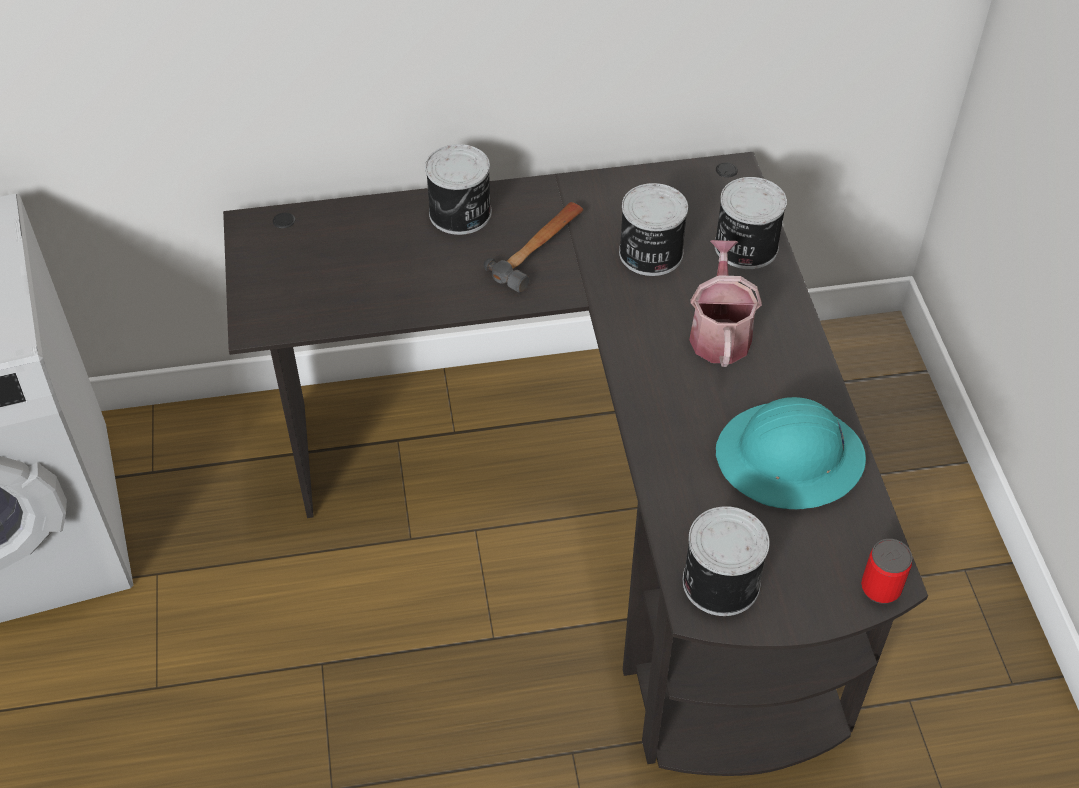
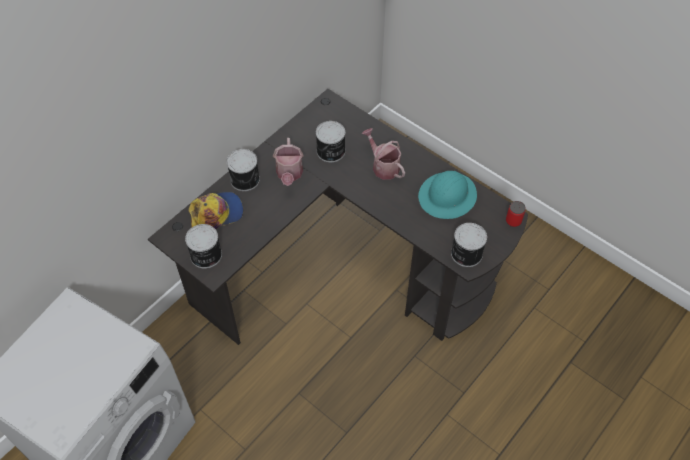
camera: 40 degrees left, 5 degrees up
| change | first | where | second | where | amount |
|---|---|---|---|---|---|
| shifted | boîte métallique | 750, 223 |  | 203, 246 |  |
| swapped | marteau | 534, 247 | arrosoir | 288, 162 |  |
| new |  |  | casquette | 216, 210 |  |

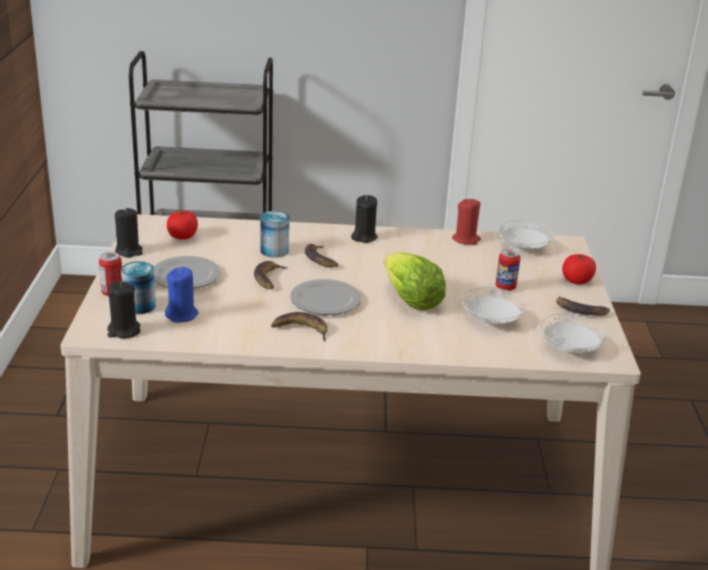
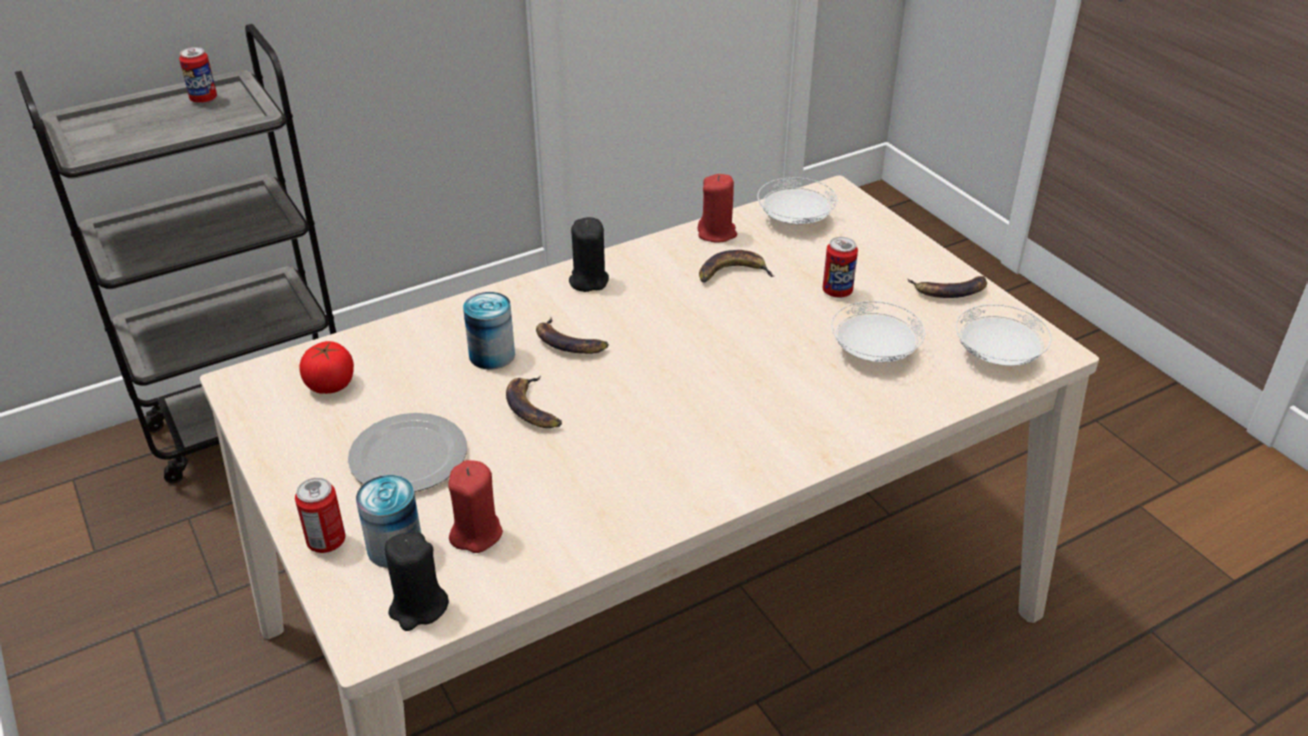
camera: 30 degrees left, 10 degrees up
| change | first | where | second | where | amount |
|---|---|---|---|---|---|
| gone | bougie/noir | 129, 233 |  |  |  |
| gone | laitue | 415, 281 |  |  |  |
| gone | tomate | 579, 269 |  |  |  |
| repainted | bougie/bleu | 182, 295 | bougie/rouge | 475, 506 |  |
| gone | assiette | 325, 297 |  |  |  |
| shifted | banane | 299, 326 |  | 736, 266 |  |
| new |  |  | boîte métallique | 198, 75 |  |

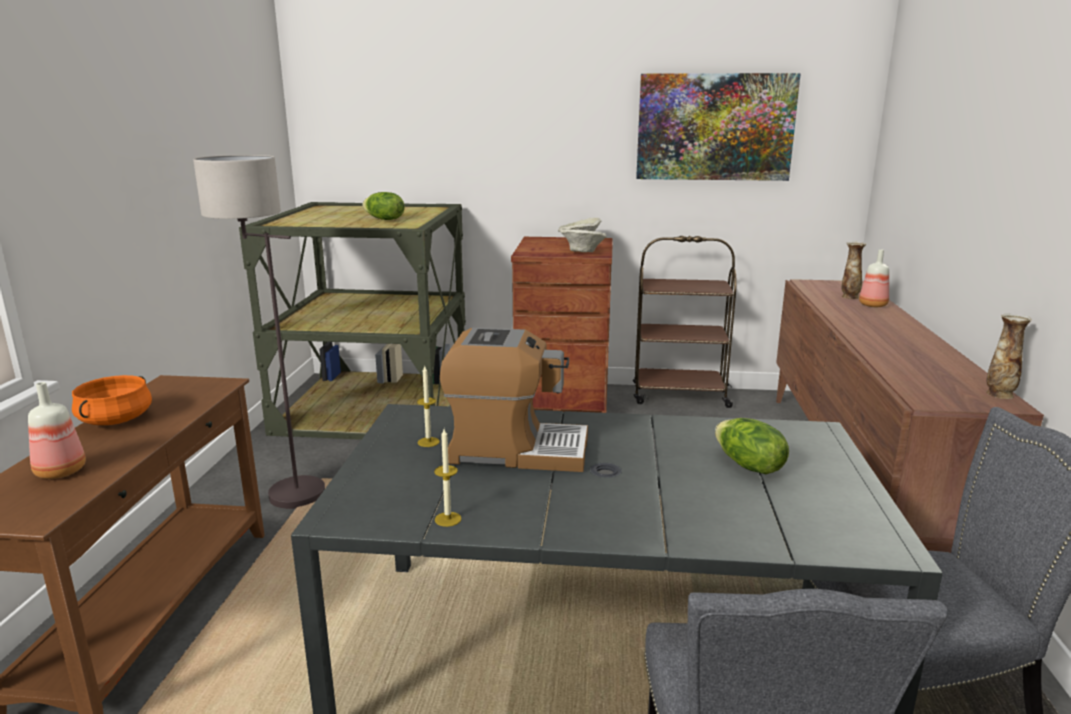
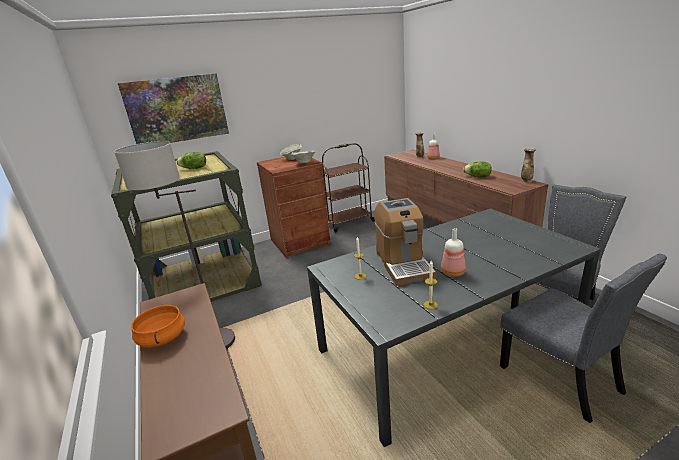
camera: 30 degrees left, 5 degrees up
| change | first | where | second | where | amount |
|---|---|---|---|---|---|
| shifted | tableau | 718, 127 |  | 173, 108 |  |
| rotated | machine à café | 514, 400 |  | 405, 242 | 105 degrees clockwise |
| shifted | bouteille | 57, 430 |  | 453, 252 |  |
| shifted | laitue | 752, 446 |  | 477, 169 |  |

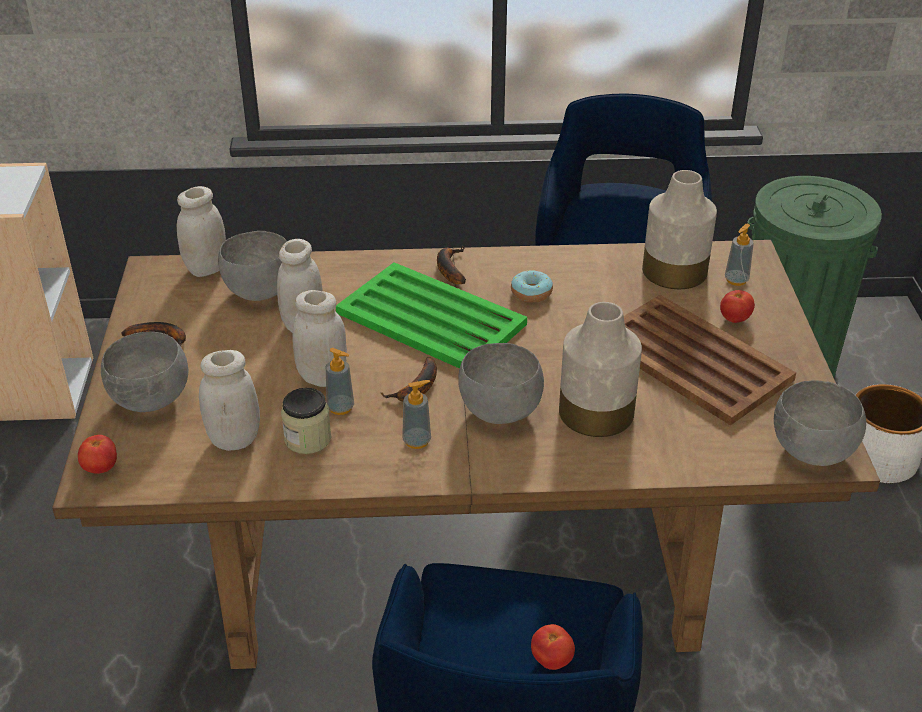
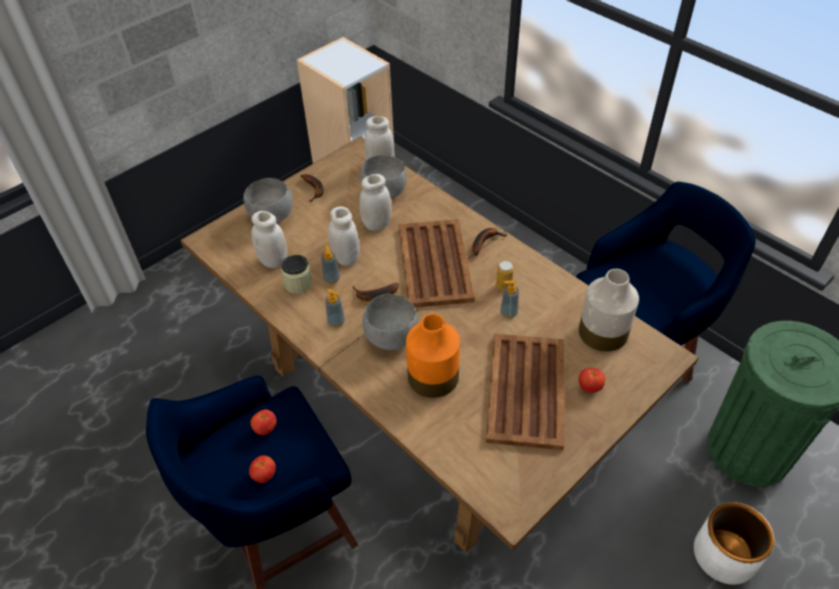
camera: 50 degrees right, 10 degrees up
| change | first | where | second | where | amount |
|---|---|---|---|---|---|
| shifted | distributeur de savon | 739, 255 |  | 509, 299 |  |
| repainted | plateau/vert | 431, 315 | plateau/marron | 437, 263 |  |
| swapped | beignet | 532, 286 | boîte métallique | 505, 276 |  |
| repainted | vase/beige | 600, 369 | vase/orange | 433, 356 |  |
| gone | bol/gris | 820, 423 |  |  |  |
| shifted | tomate | 97, 454 |  | 263, 422 |  |

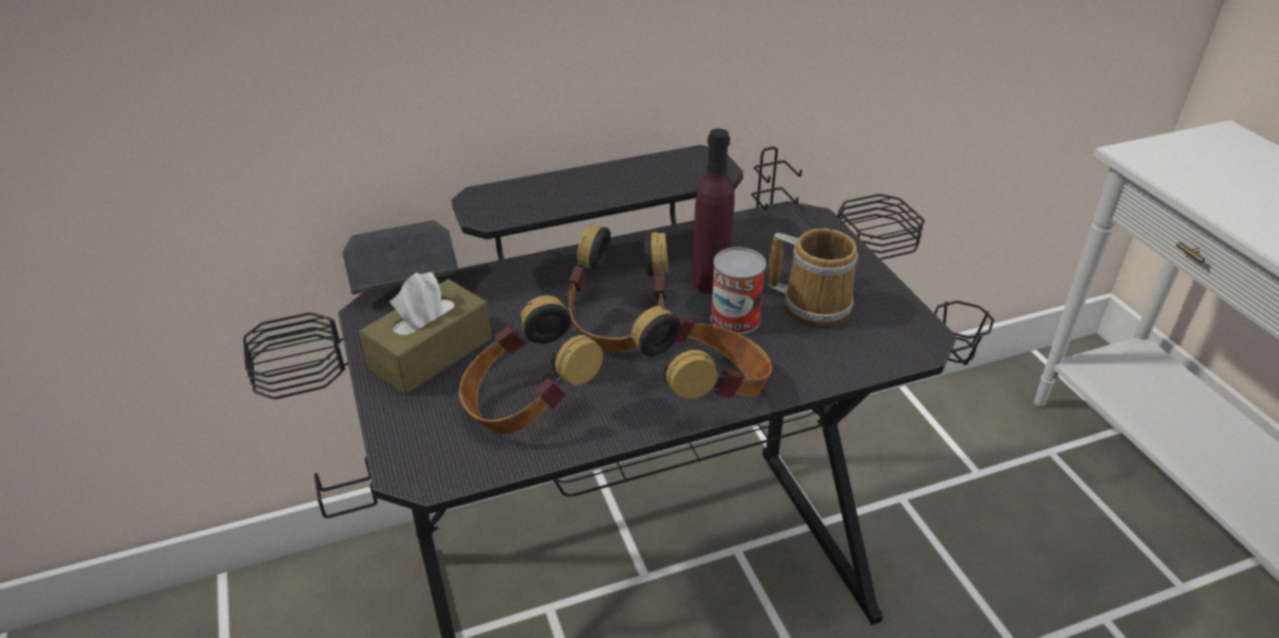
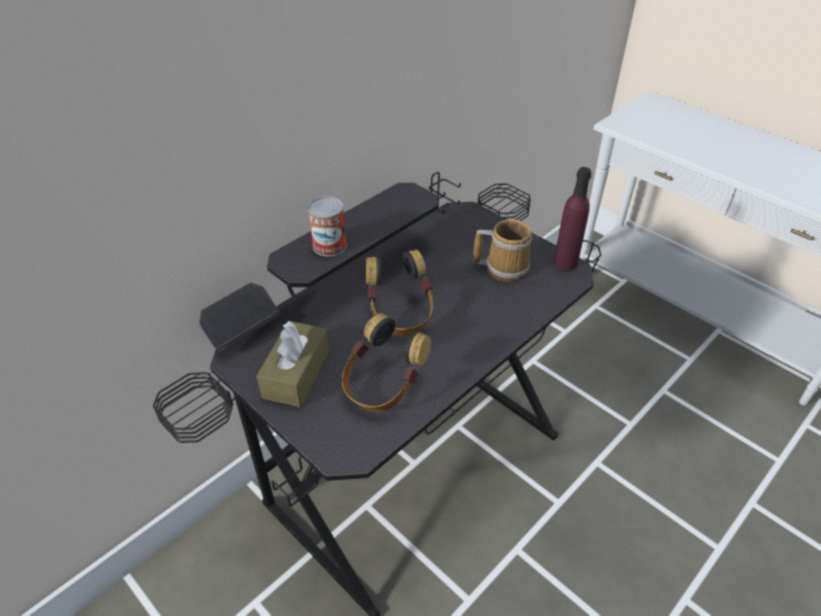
camera: 25 degrees left, 5 degrees up
| change | first | where | second | where | amount |
|---|---|---|---|---|---|
| shifted | bouteille/violet | 713, 211 |  | 573, 218 |  |
| shifted | boîte métallique | 738, 290 |  | 327, 226 |  |
| gone | casque audio | 701, 353 |  |  |  |

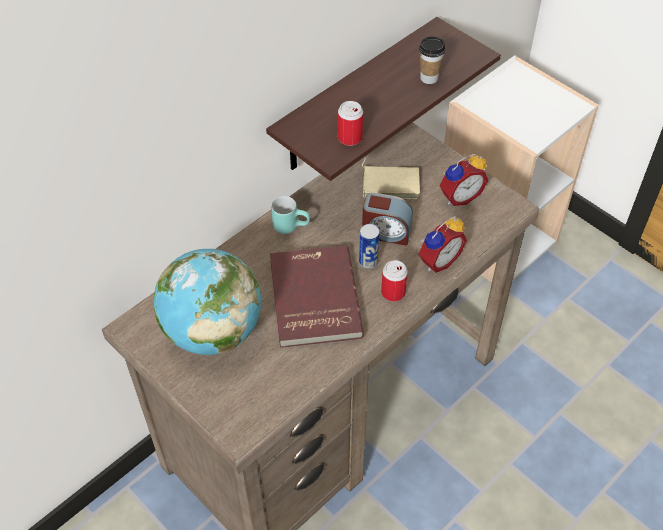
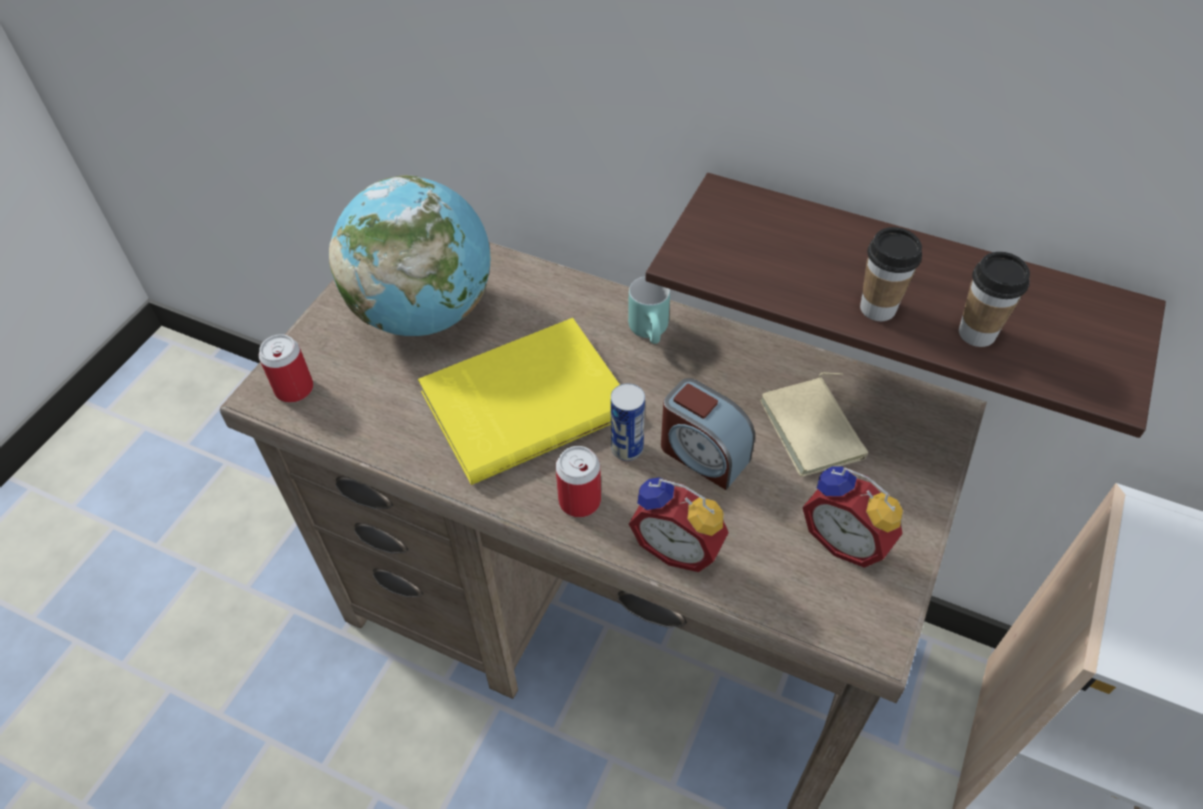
camera: 70 degrees right, 0 degrees up
| change | first | where | second | where | amount |
|---|---|---|---|---|---|
| shifted | boîte métallique | 350, 123 |  | 286, 368 |  |
| rotated | réveil | 387, 219 |  | 708, 434 | 45 degrees counterclockwise |
| repainted | livre/rouge | 317, 297 | livre/jaune | 519, 401 |  |
| new |  |  | tasse | 891, 274 |  |

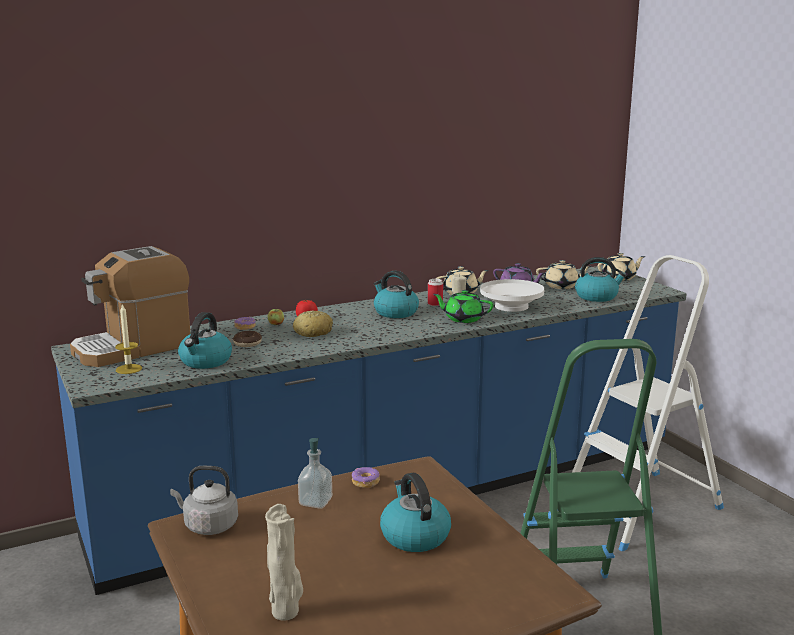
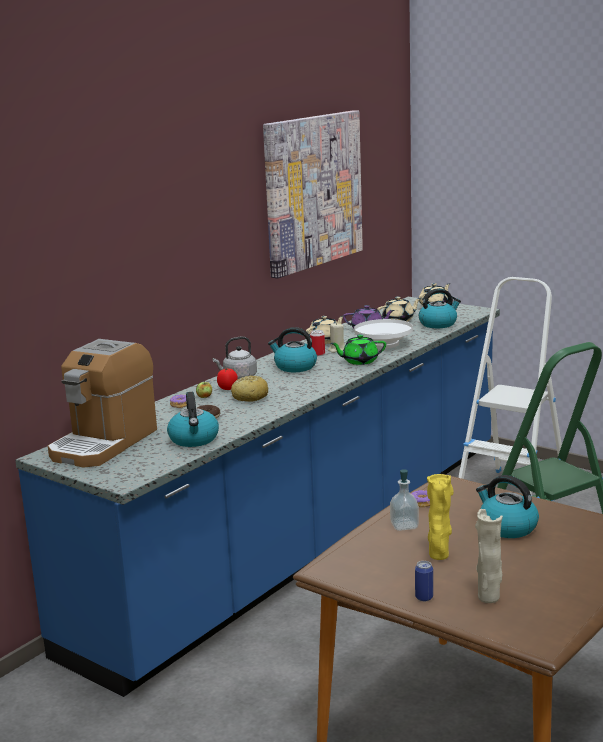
camera: 25 degrees left, 0 degrees up
| change | first | where | second | where | amount |
|---|---|---|---|---|---|
| gone | bougie | 128, 338 |  |  |  |
| shifted | bouilloire/gris | 204, 500 |  | 234, 358 |  |
| new |  |  | tableau | 313, 194 |  |
| new |  |  | vase/jaune | 440, 517 |  |
| new |  |  | boîte métallique | 424, 581 |  |

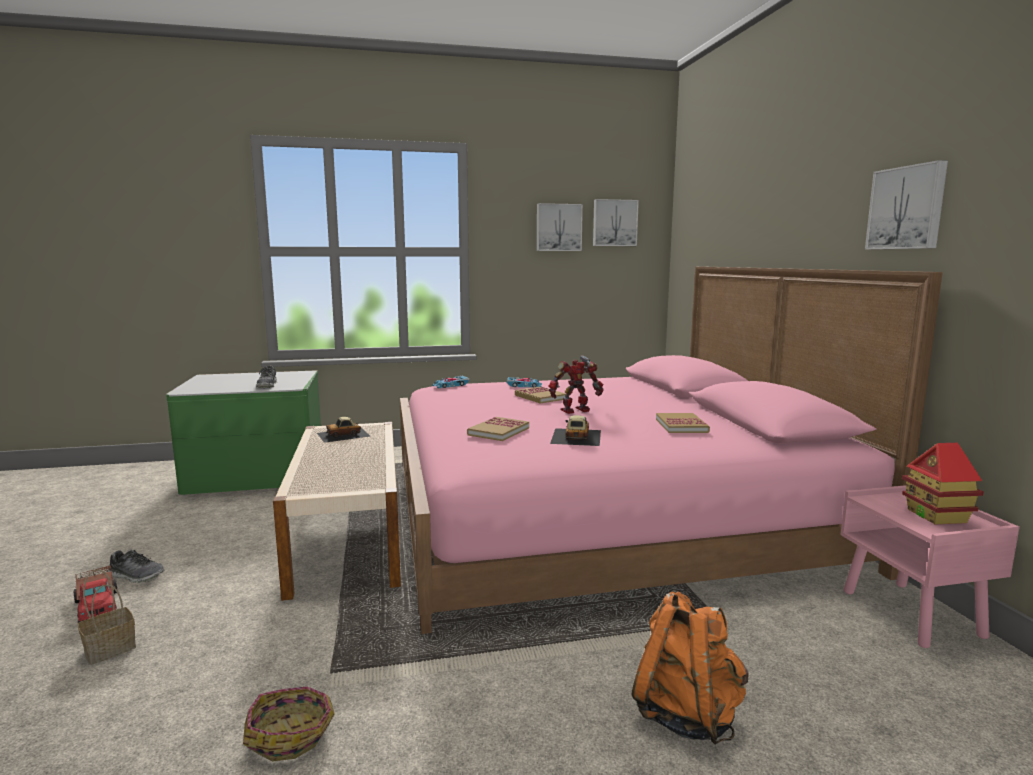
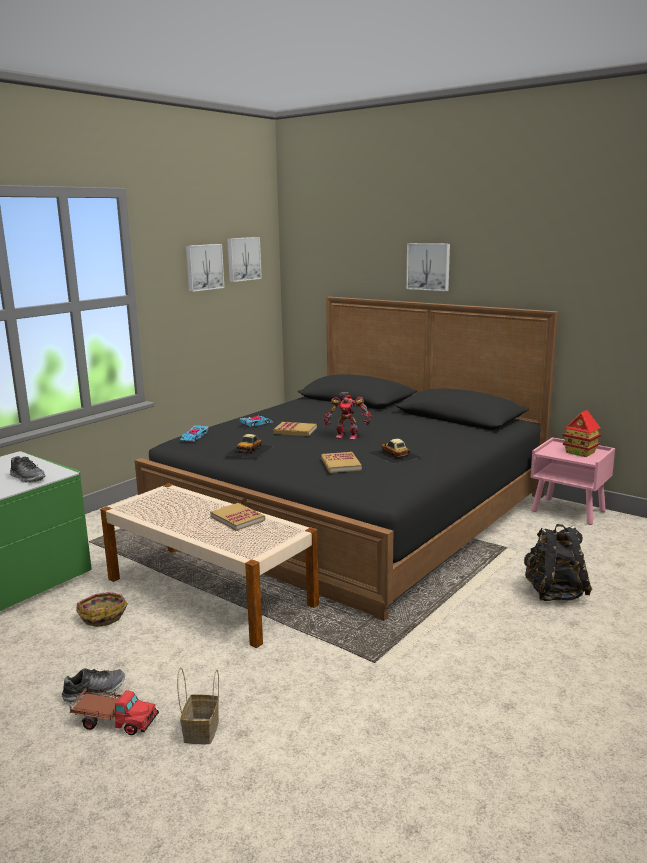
camera: 40 degrees left, 5 degrees up
| change | first | where | second | where | amount |
|---|---|---|---|---|---|
| shifted | tableau | 906, 205 |  | 428, 267 |  |
| repainted | lit/rose | 671, 450 | lit/noir | 346, 459 |  |
| rotated | robot jouet | 576, 384 |  | 348, 416 | 105 degrees counterclockwise |
| shifted | livre | 683, 423 |  | 237, 517 |  |
| shifted | petite voiture | 344, 430 |  | 249, 446 |  |
| repainted | sac à dos/orange | 689, 667 | sac à dos/noir | 558, 562 |  |
| shifted | panier | 288, 724 |  | 101, 609 |  |

